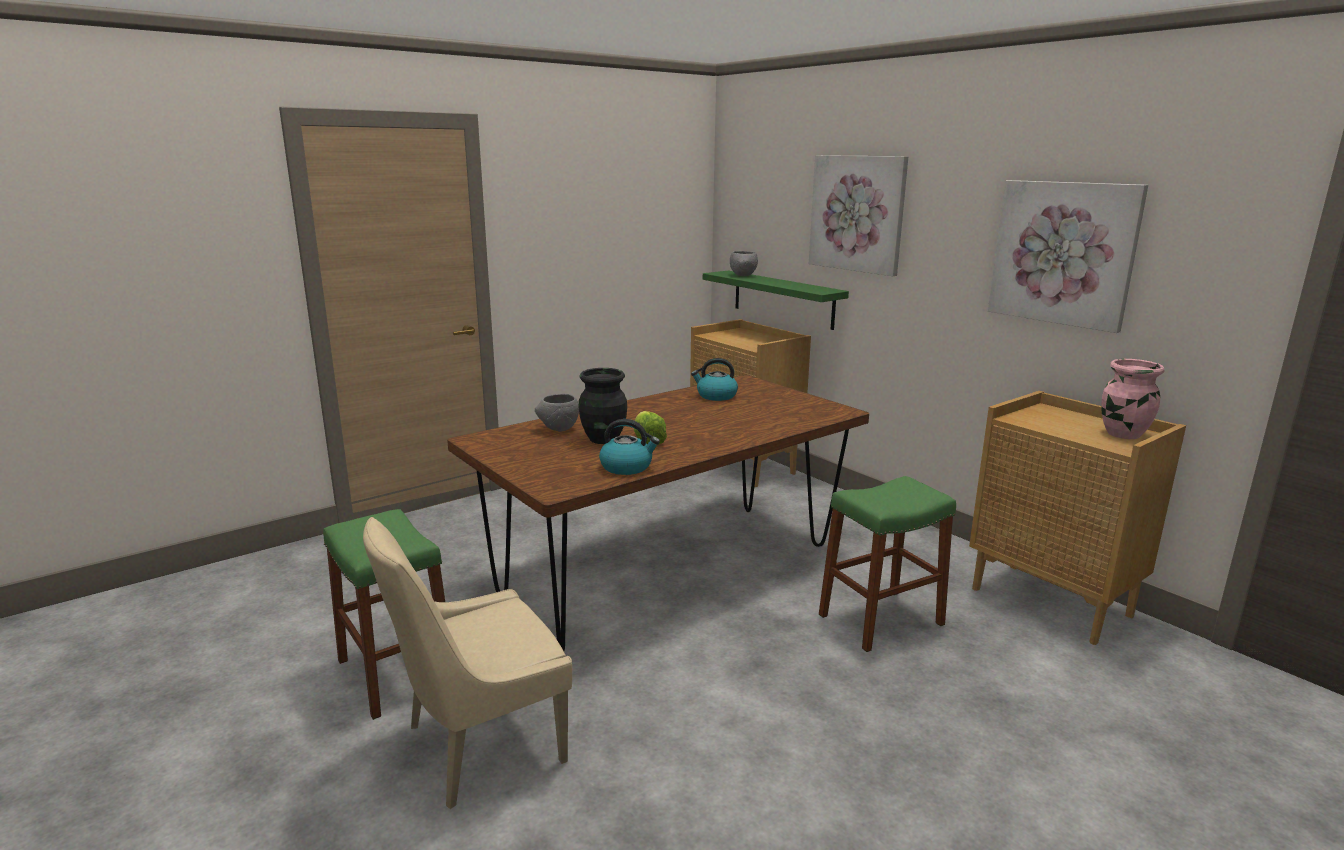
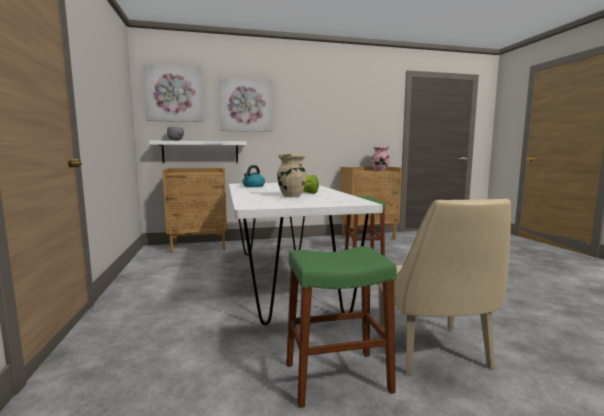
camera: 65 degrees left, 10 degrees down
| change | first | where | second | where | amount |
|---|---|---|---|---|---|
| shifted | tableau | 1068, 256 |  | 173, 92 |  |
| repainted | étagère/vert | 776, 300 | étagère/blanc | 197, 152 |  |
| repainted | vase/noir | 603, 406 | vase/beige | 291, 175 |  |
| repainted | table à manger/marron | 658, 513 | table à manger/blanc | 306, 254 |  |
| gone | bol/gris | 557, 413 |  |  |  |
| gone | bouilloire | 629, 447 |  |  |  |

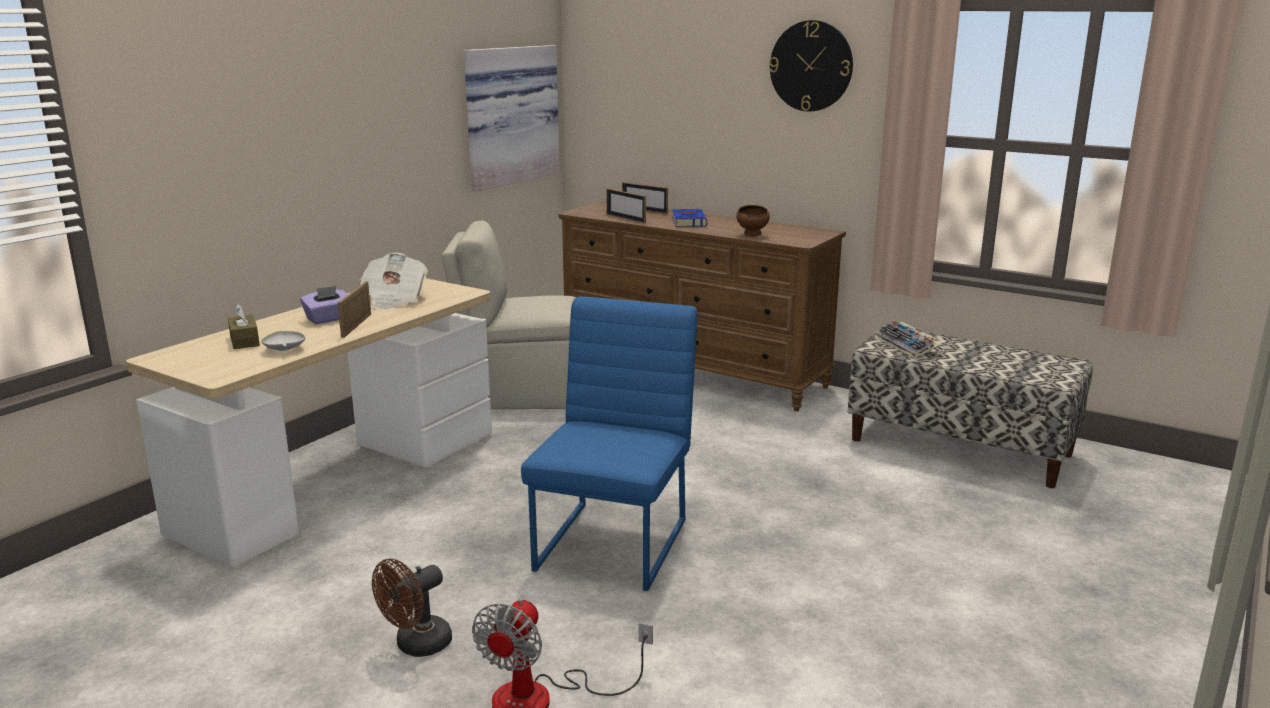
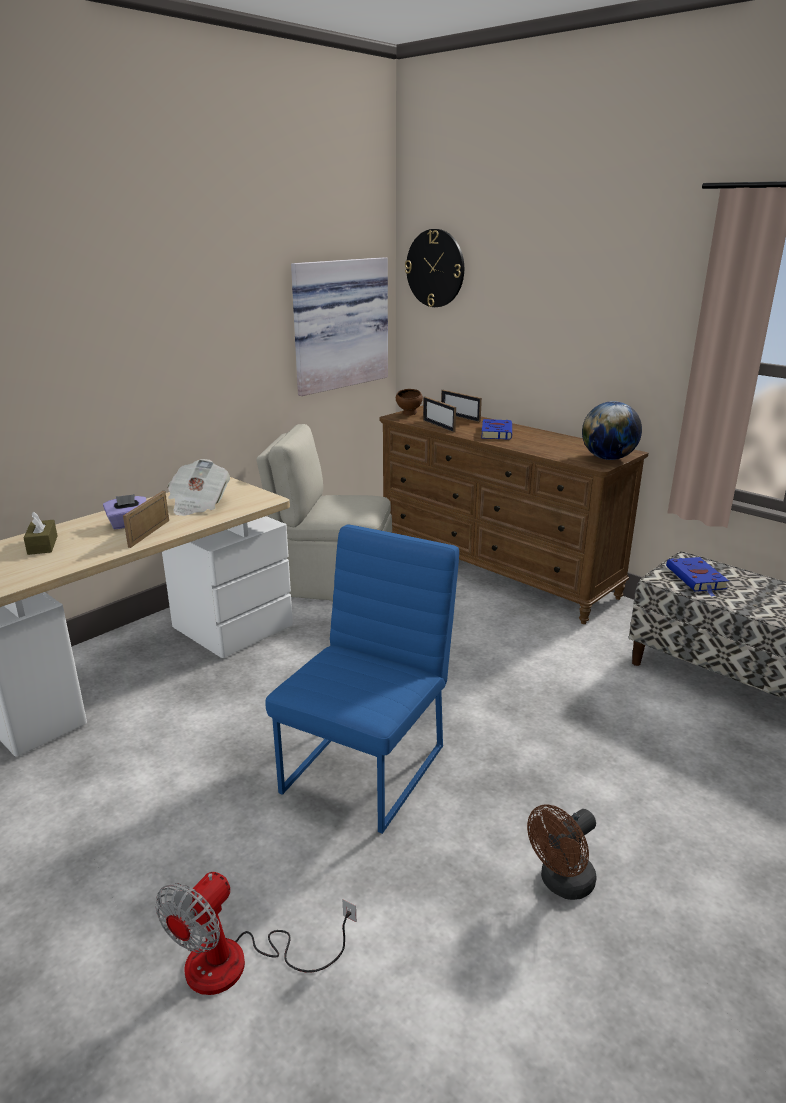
camera: 10 degrees right, 5 degrees up
| change | first | where | second | where | amount |
|---|---|---|---|---|---|
| shifted | horloge murale | 811, 66 |  | 434, 268 |  |
| shifted | bol/marron | 753, 221 |  | 409, 402 |  |
| swapped | clavier | 909, 339 | livre/bleu | 697, 577 |  |
| gone | bol/blanc | 283, 341 |  |  |  |
| shifted | ventilateur/marron | 412, 607 |  | 561, 852 |  |
| new |  |  | globe | 612, 430 |  |

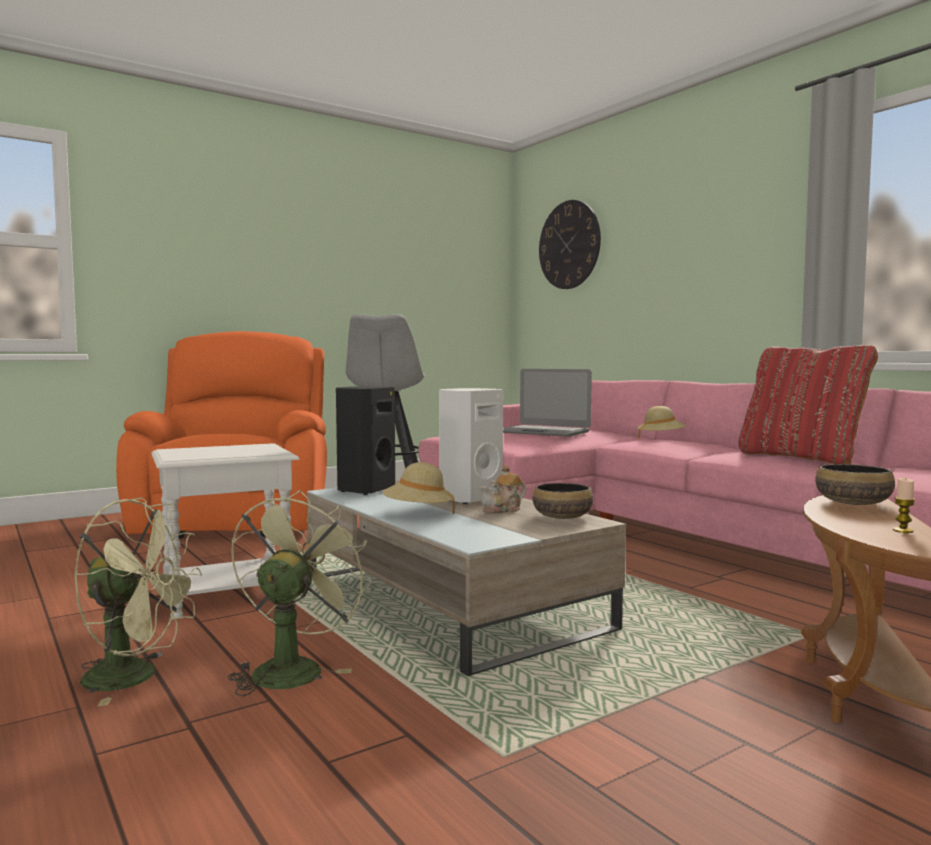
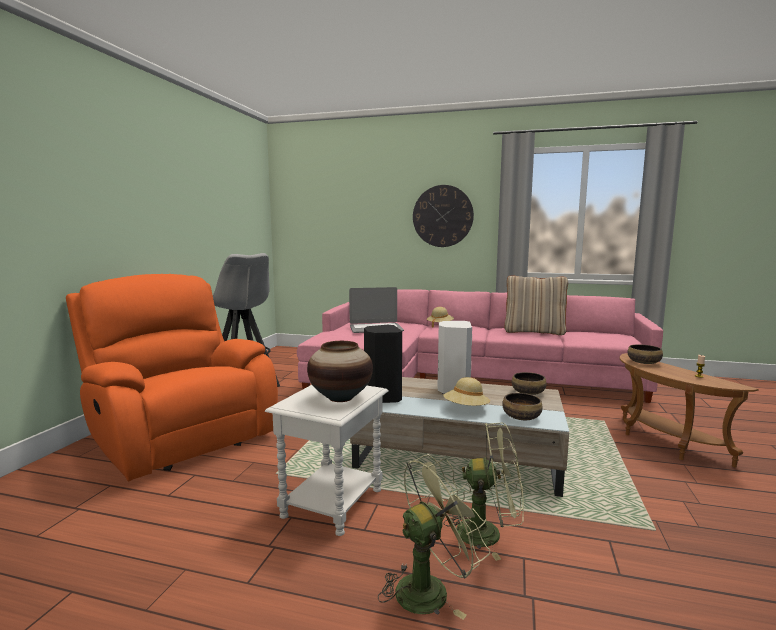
camera: 40 degrees left, 5 degrees up
| change | first | where | second | where | amount |
|---|---|---|---|---|---|
| shifted | horloge murale | 570, 244 |  | 443, 216 |  |
| repainted | coussin/rouge | 808, 404 | coussin/beige | 536, 305 |  |
| gone | théière | 502, 489 |  |  |  |
| rotated | ventilateur/vert | 300, 593 |  | 484, 492 | 120 degrees clockwise |
| new |  |  | vase | 340, 371 |  |
| new |  |  | bol | 522, 406 |  |

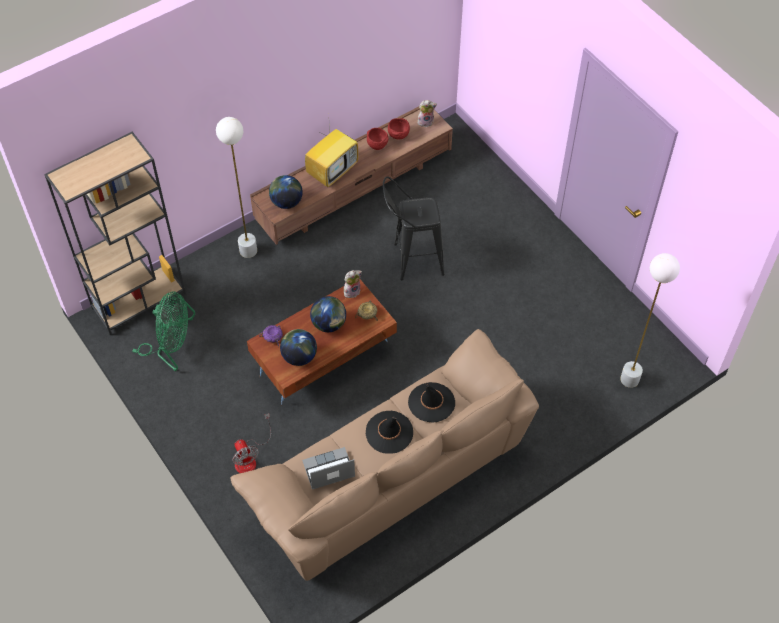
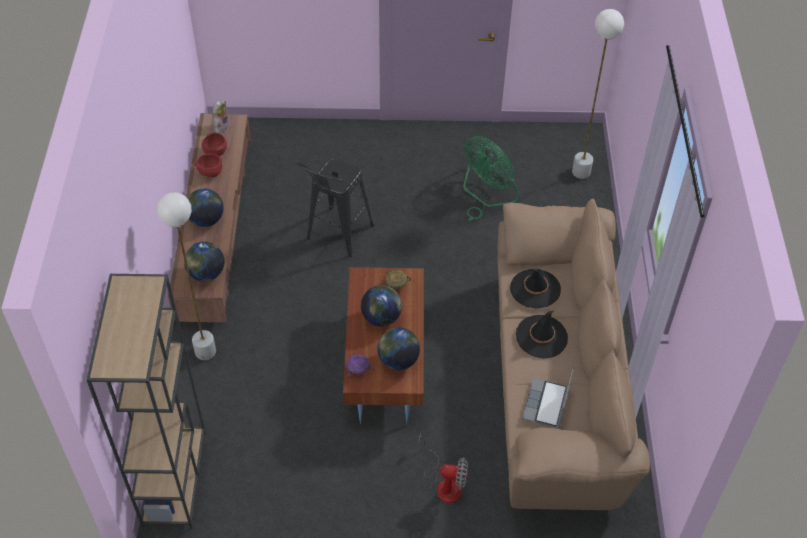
camera: 55 degrees left, 5 degrees down
| change | first | where | second | where | amount |
|---|---|---|---|---|---|
| swapped | téléviseur | 332, 156 | globe | 206, 208 |  |
| gone | peluche | 353, 284 |  |  |  |
| shifted | ventilateur/vert | 163, 331 |  | 491, 179 |  |

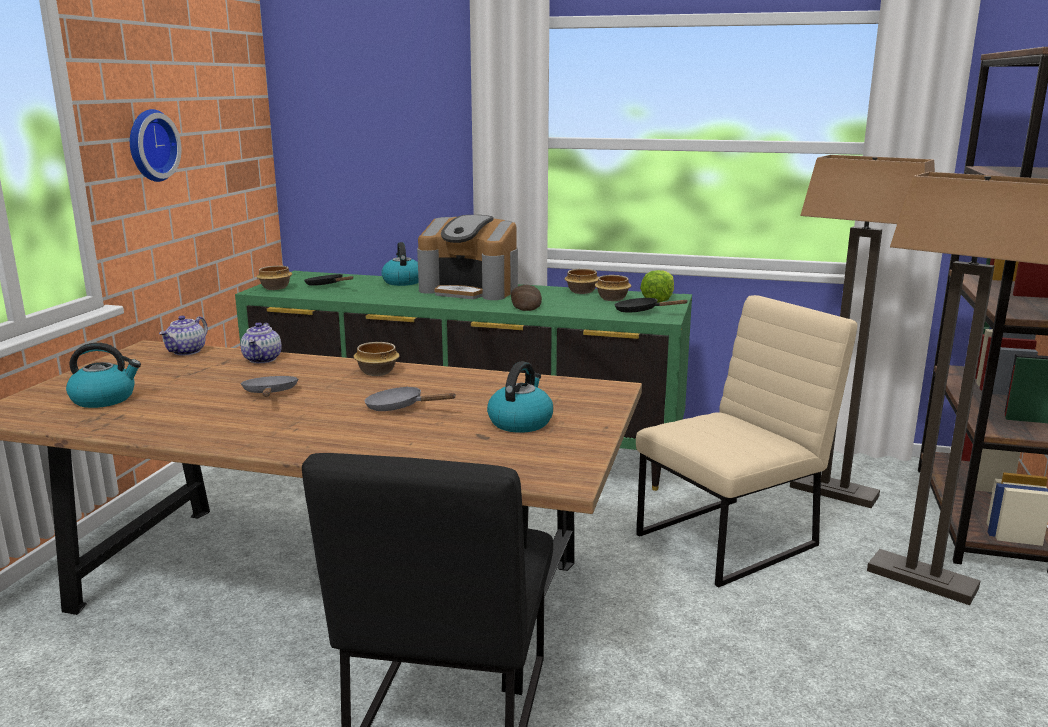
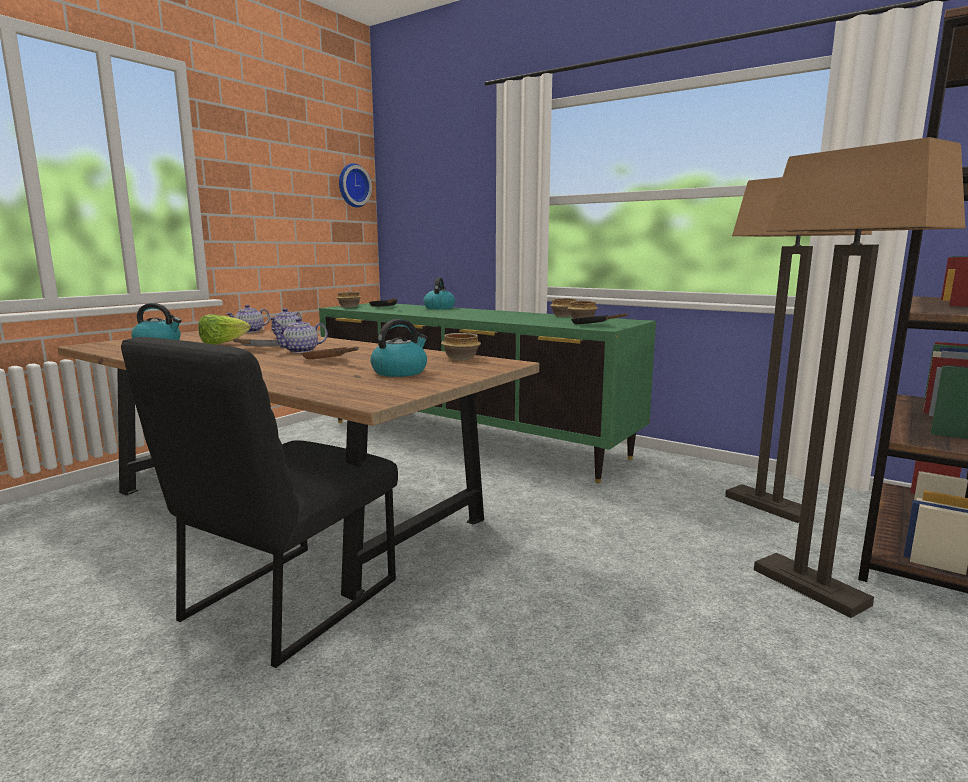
camera: 20 degrees right, 5 degrees down
| change | first | where | second | where | amount |
|---|---|---|---|---|---|
| shifted | horloge murale | 155, 145 |  | 355, 185 |  |
| gone | machine à café | 467, 257 |  |  |  |
| shifted | laitue | 657, 286 |  | 224, 329 |  |
| gone | pain | 526, 298 |  |  |  |
| gone | chaise/beige | 746, 441 |  |  |  |
| shifted | bol | 376, 359 |  | 461, 346 |  |
| repainted | poêle/gris | 410, 399 | poêle/marron | 330, 353 |  |
| new |  |  | théière | 299, 335 |  |

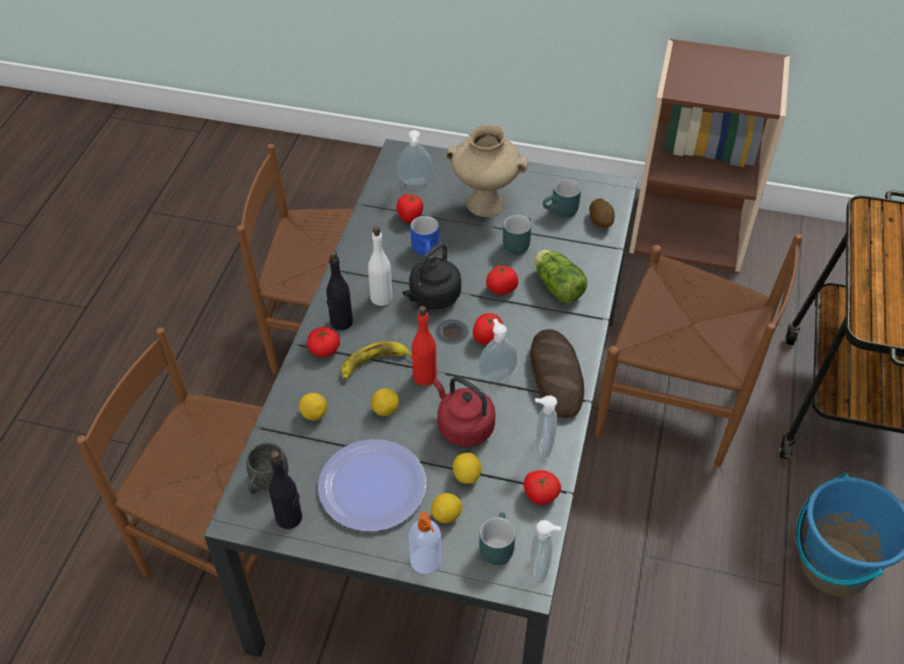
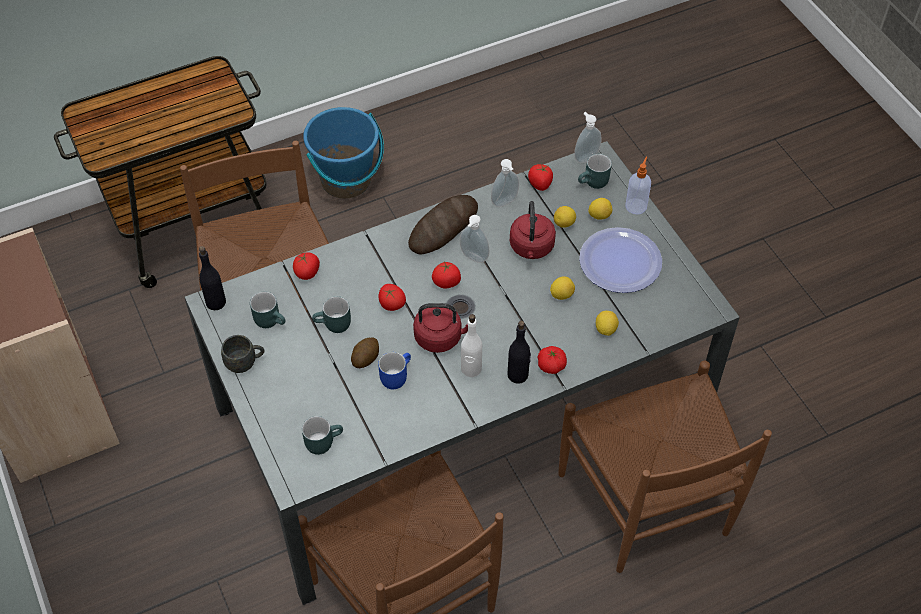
camera: 130 degrees left, 5 degrees up
| change | first | where | second | where | amount |
|---|---|---|---|---|---|
| gone | vase/beige | 487, 171 |  |  |  |
| swapped | distributeur de savon | 415, 157 | mug/turquoise | 322, 435 |  |
| shifted | tomate | 410, 208 |  | 306, 266 |  |
| shifted | pomme de terre | 602, 213 |  | 365, 353 |  |
| repainted | bouilloire/noir | 431, 276 | bouilloire/rouge | 440, 328 |  |
| gone | laitue | 560, 276 |  |  |  |
| gone | bouteille/rouge | 424, 346 |  |  |  |
| gone | banane | 376, 360 |  |  |  |
| shifted | mug/gris | 267, 468 |  | 242, 354 |  |
| shifted | bouteille/noir | 285, 490 |  | 212, 278 |  |

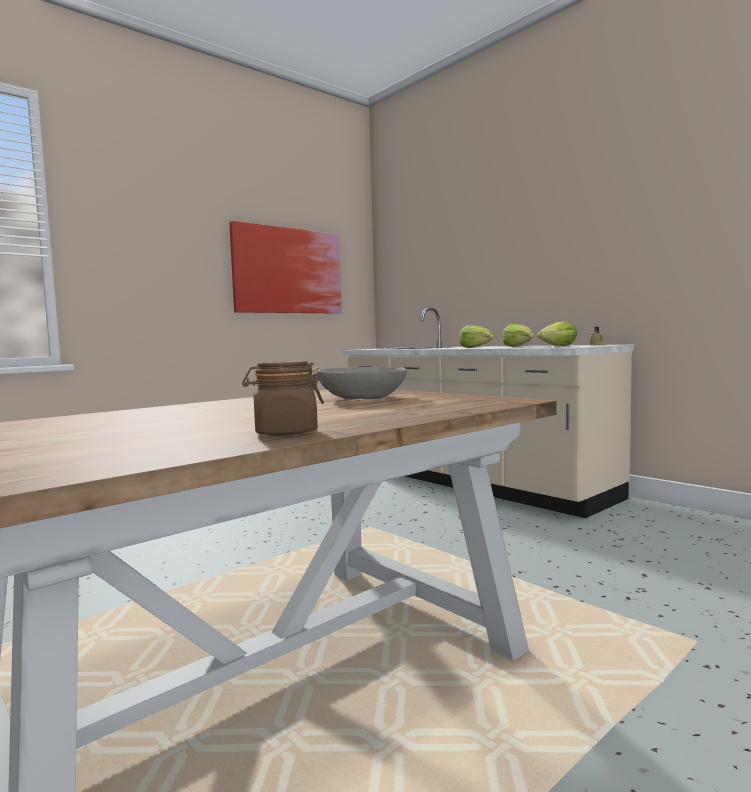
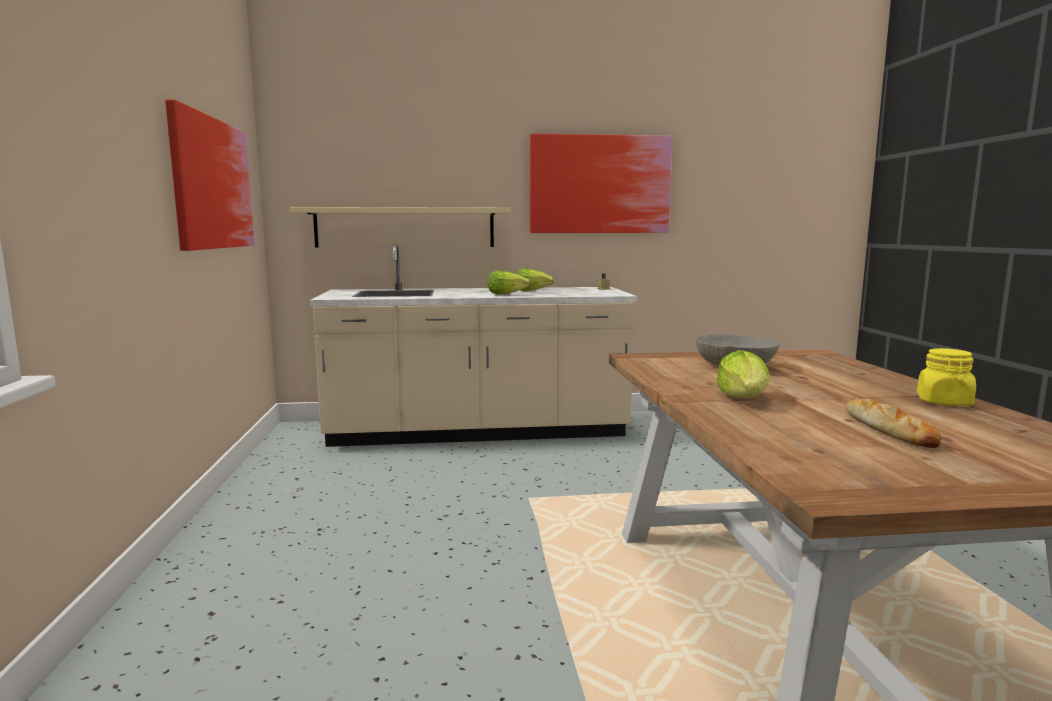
camera: 55 degrees left, 5 degrees up
| change | first | where | second | where | amount |
|---|---|---|---|---|---|
| shifted | laitue | 557, 333 |  | 743, 374 |  |
| repainted | bocal/marron | 283, 398 | bocal/jaune | 946, 377 |  |
| new |  |  | tableau | 601, 183 |  |
| new |  |  | étagère/beige | 400, 227 |  |
| new |  |  | pain | 893, 423 |  |

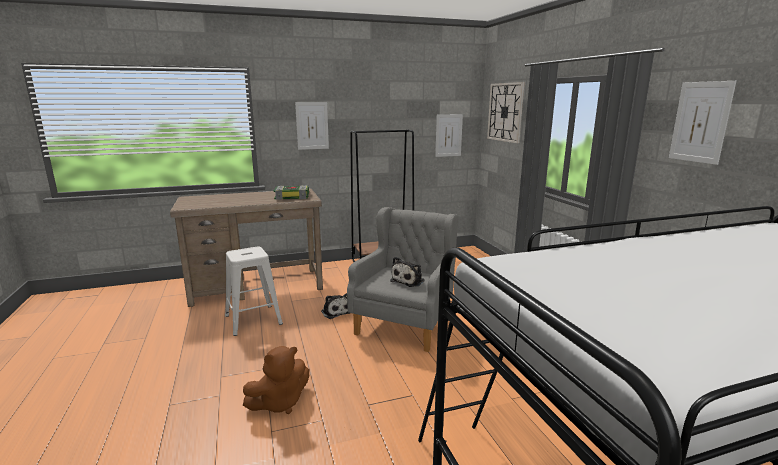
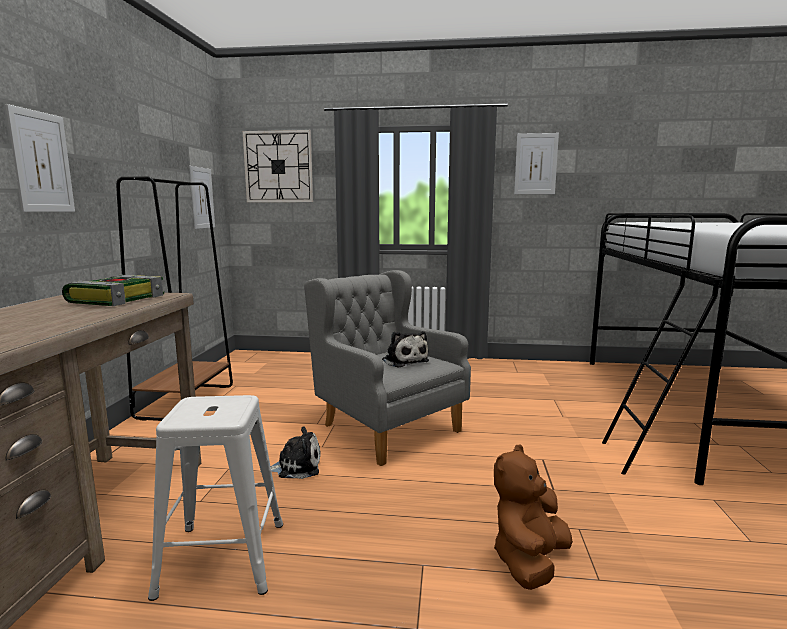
camera: 65 degrees left, 5 degrees down
| change | first | where | second | where | amount |
|---|---|---|---|---|---|
| rotated | peluche/marron | 276, 380 |  | 533, 517 | 135 degrees counterclockwise |

